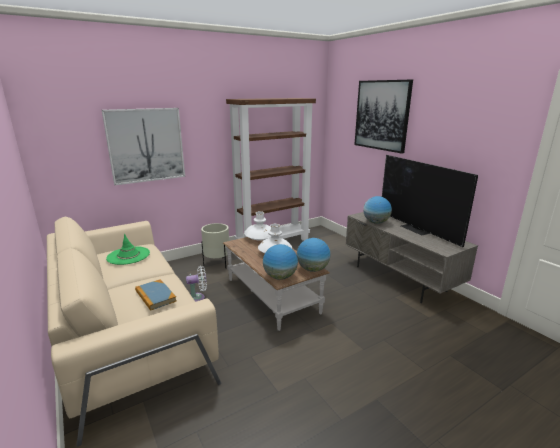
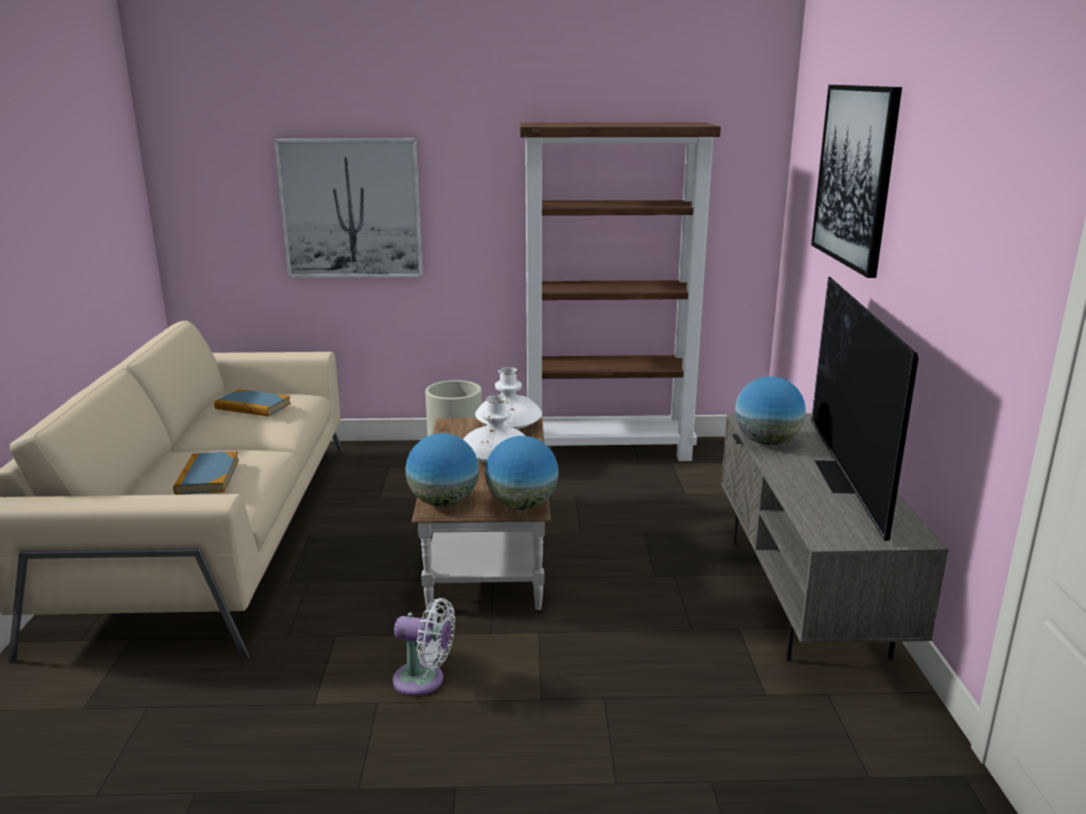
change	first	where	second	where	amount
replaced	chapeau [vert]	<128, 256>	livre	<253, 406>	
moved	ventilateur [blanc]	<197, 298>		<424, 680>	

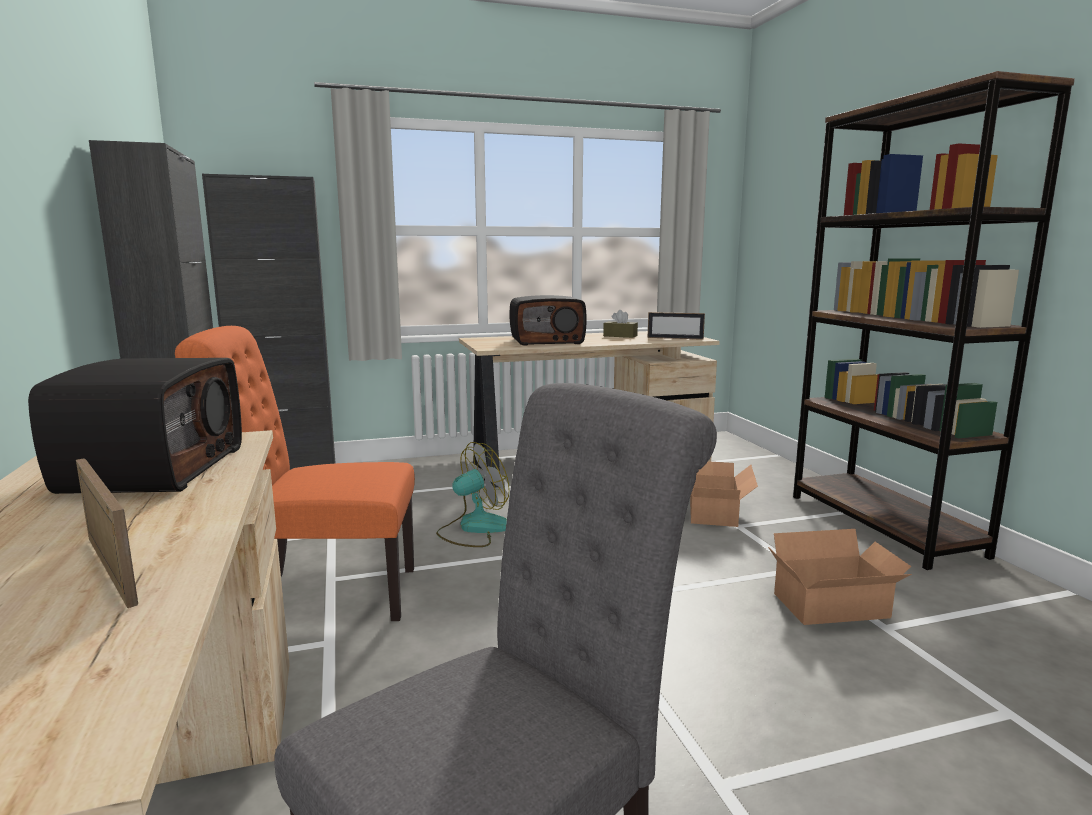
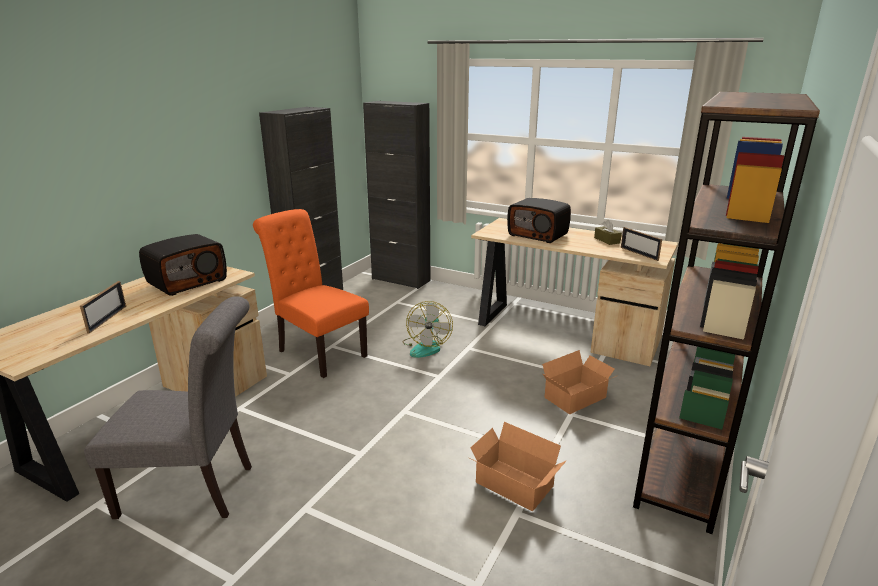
change	first	where	second	where	amount
turned	ventilateur	<474, 529>		<426, 347>	90 degrees clockwise

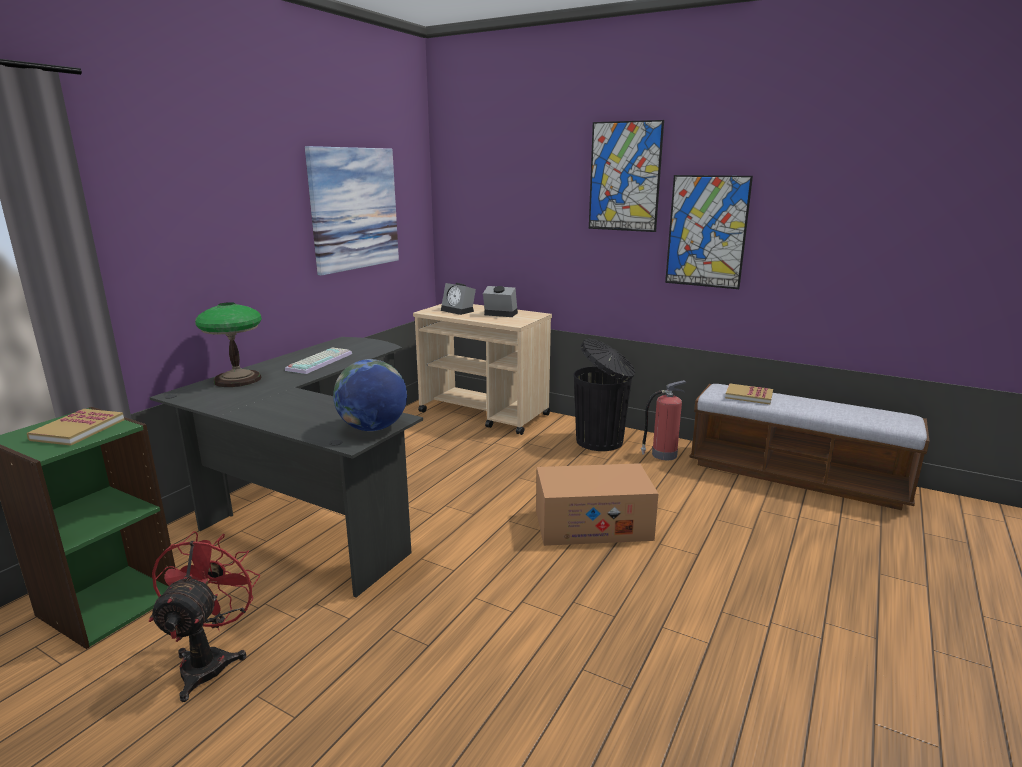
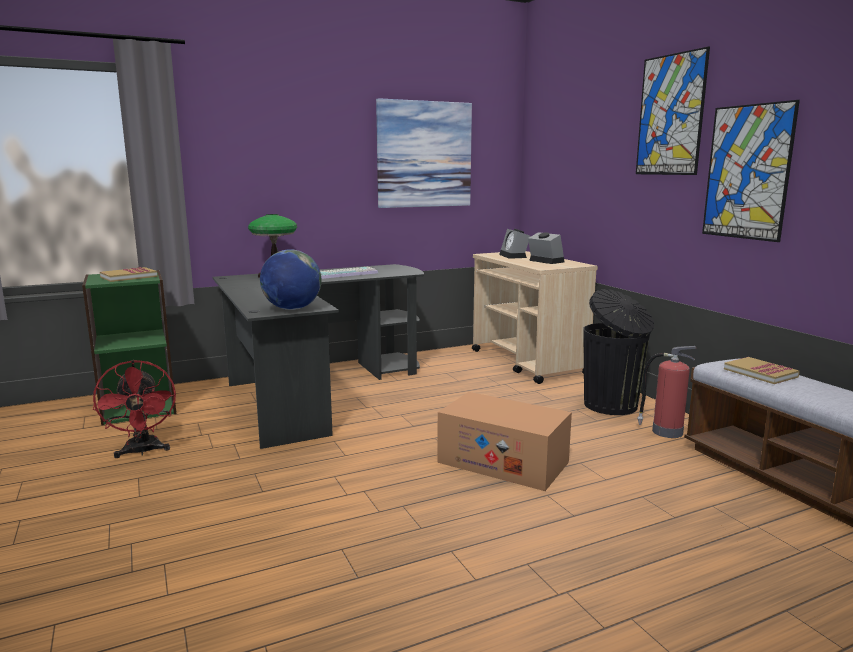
change	first	where	second	where	amount
turned	ventilateur [rouge]	<210, 660>		<142, 451>	120 degrees clockwise

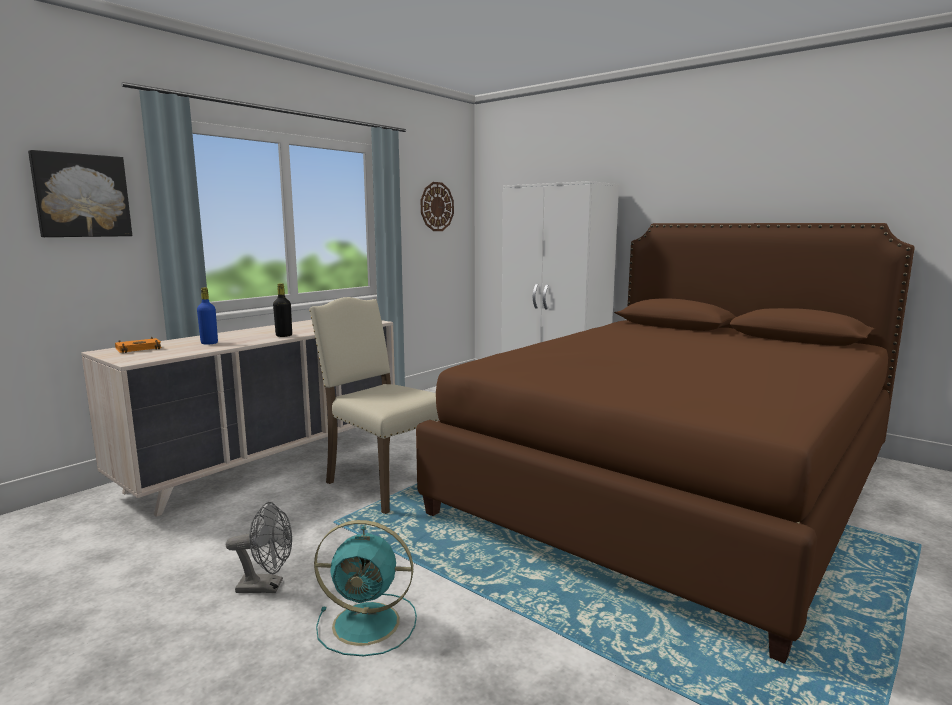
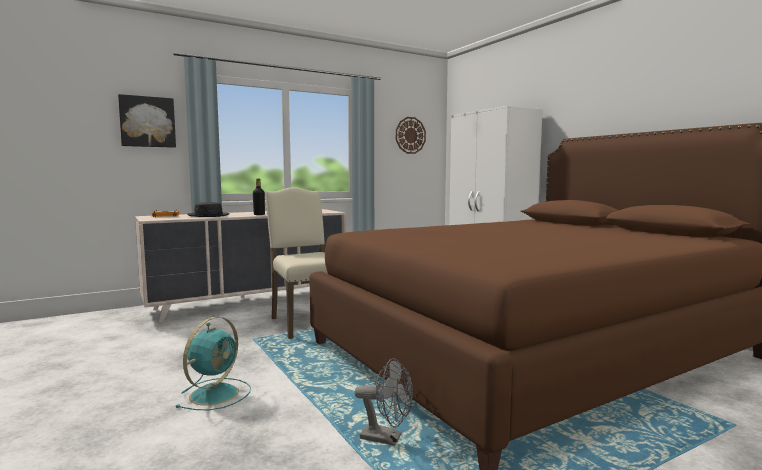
change	first	where	second	where	amount
replaced	bouteille [bleu]	<209, 343>	chapeau [noir]	<208, 215>	
moved	ventilateur [gris]	<267, 586>		<387, 439>	
turned	ventilateur [turquoise]	<369, 623>		<216, 393>	90 degrees counterclockwise

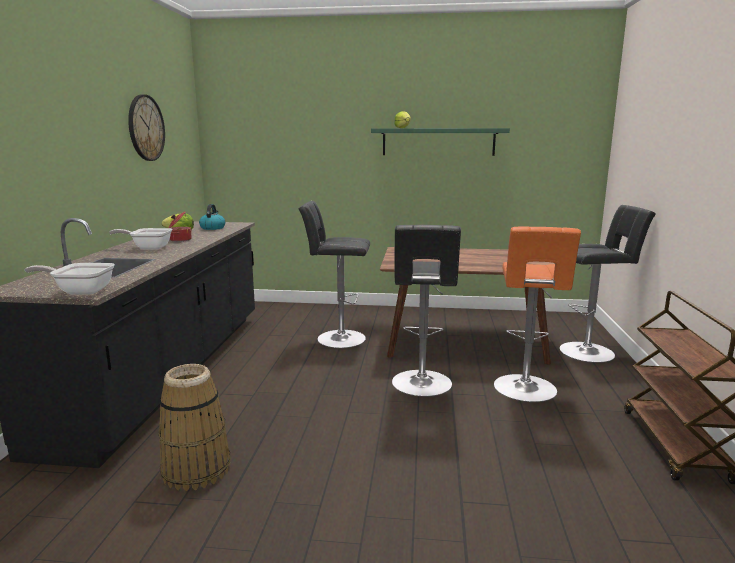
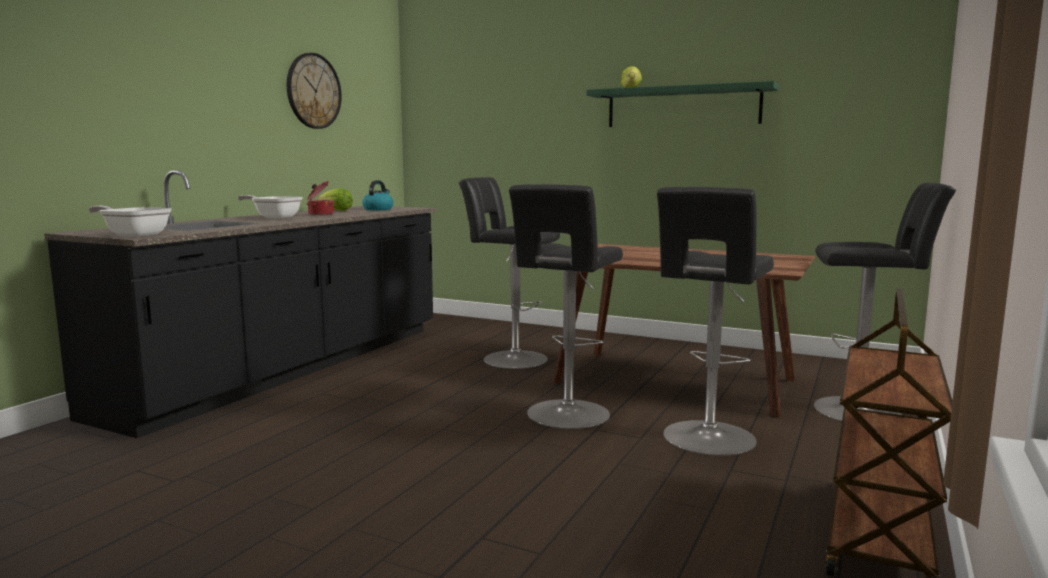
change	first	where	second	where	amount
removed	panier	<196, 469>			
recoloured	tabouret [orange]	<525, 390>	tabouret [noir]	<707, 439>	

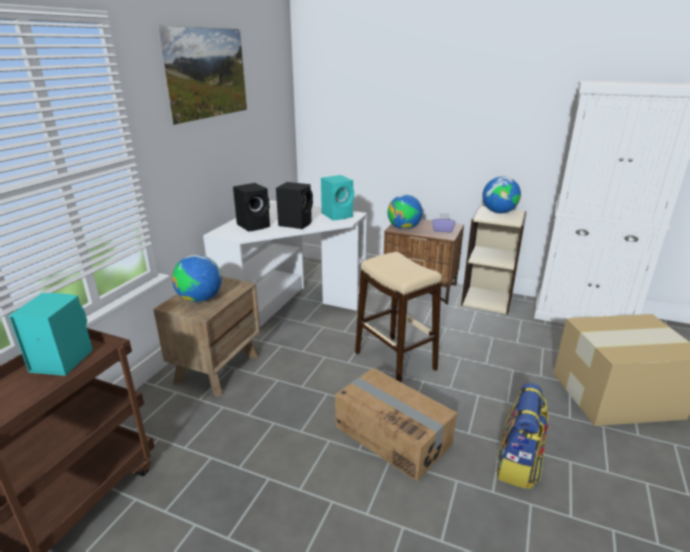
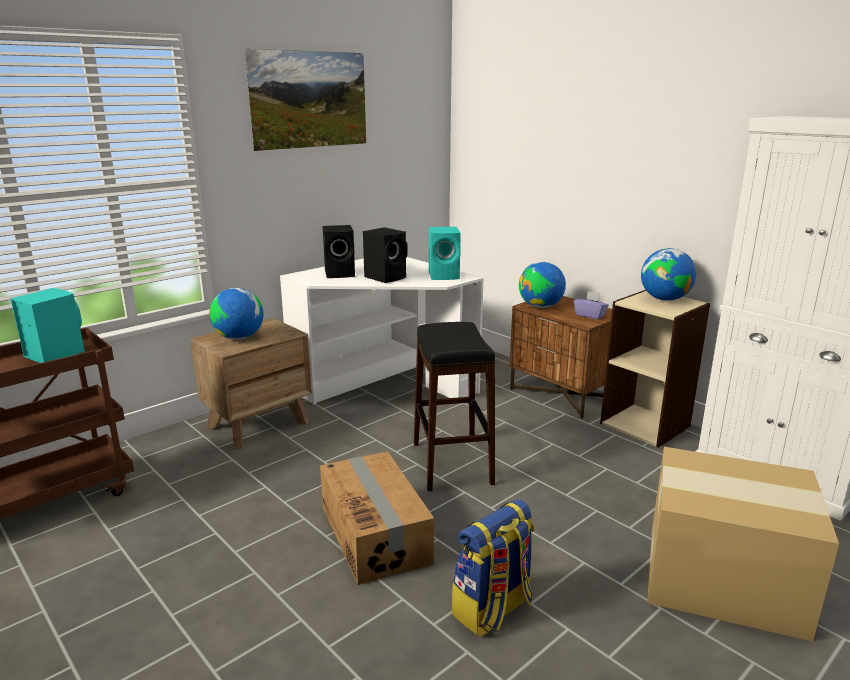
change	first	where	second	where	amount
recoloured	tabouret [beige]	<395, 361>	tabouret [noir]	<452, 463>	

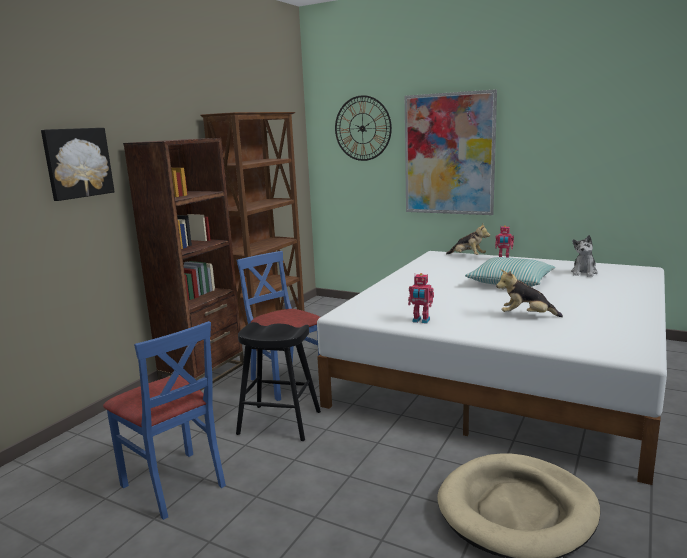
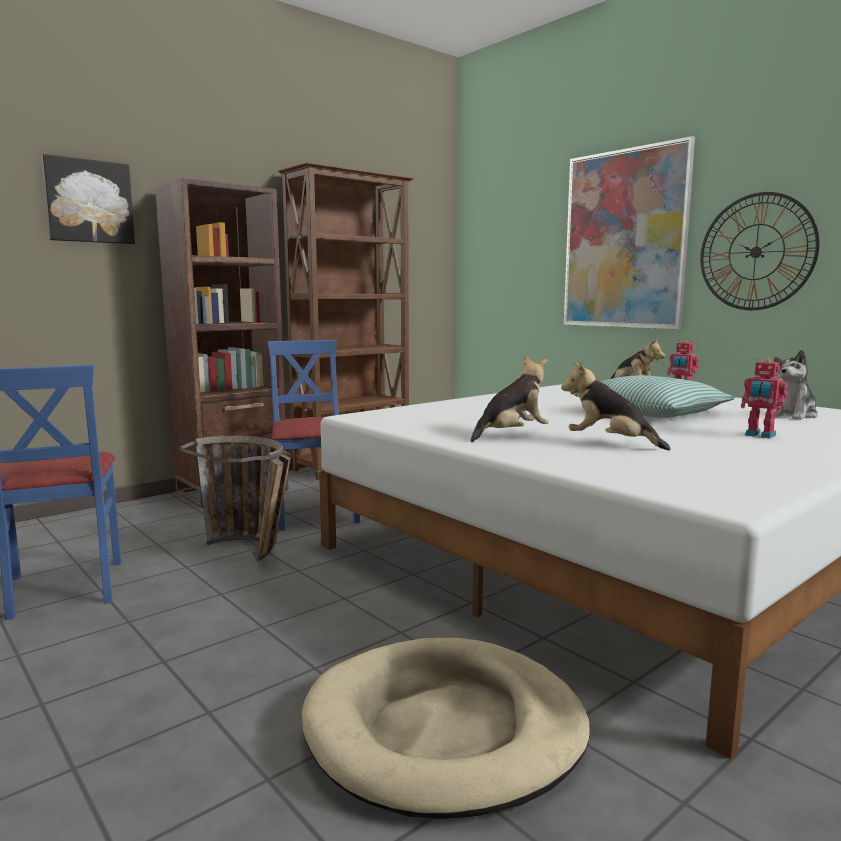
change	first	where	second	where	amount
replaced	tabouret [noir]	<280, 423>	panier	<253, 553>	
moved	horloge murale	<362, 128>		<756, 252>	
moved	robot jouet	<420, 321>		<759, 435>	
added			peluche	<512, 435>	

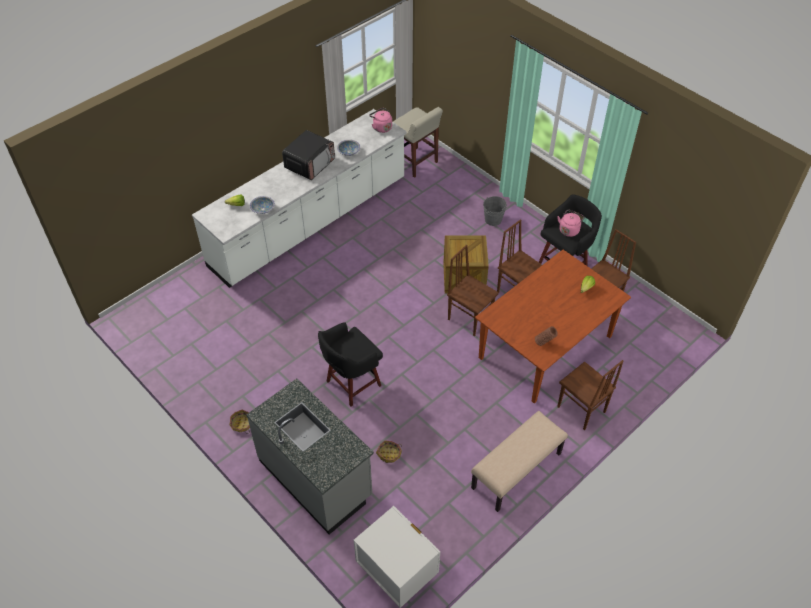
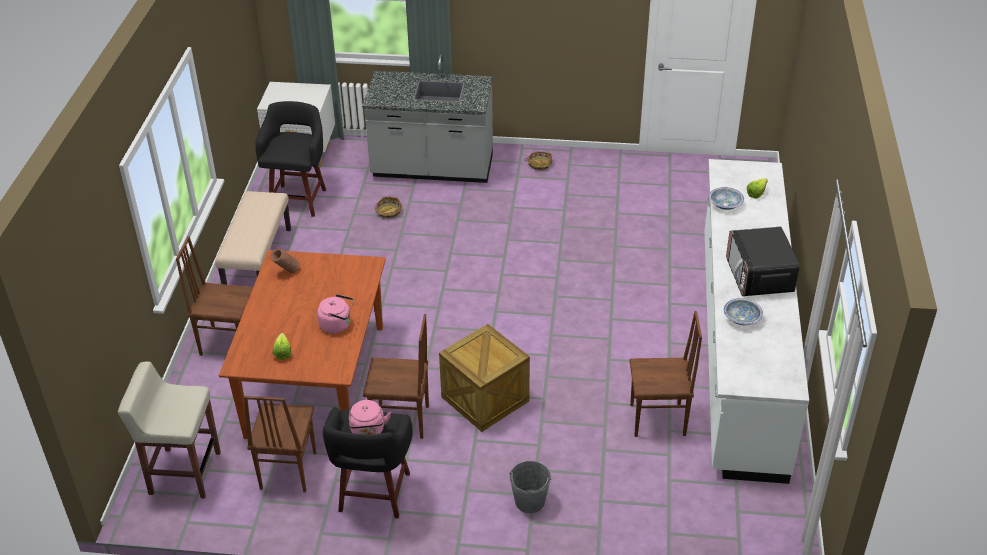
change	first	where	second	where	amount
moved	tabouret [noir]	<352, 384>		<298, 199>	
moved	bouilloire [rose]	<381, 127>		<337, 325>	
moved	tabouret [beige]	<415, 163>		<184, 473>	
moved	chaise [marron]	<470, 318>		<658, 420>	

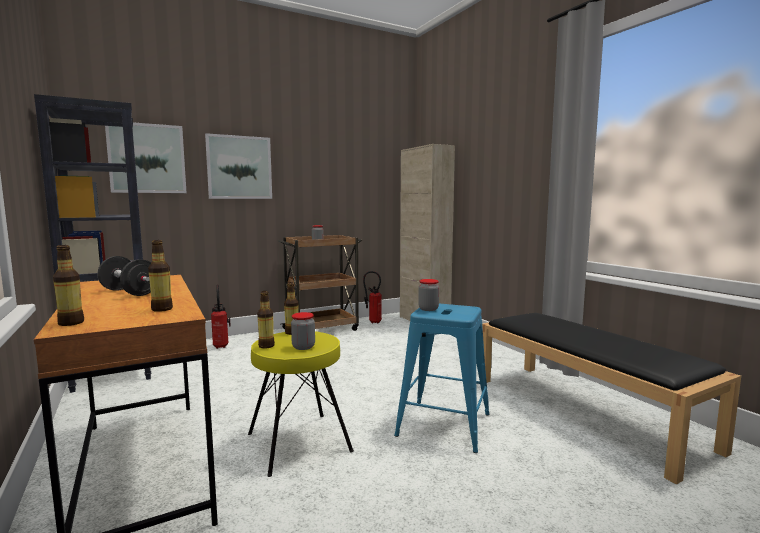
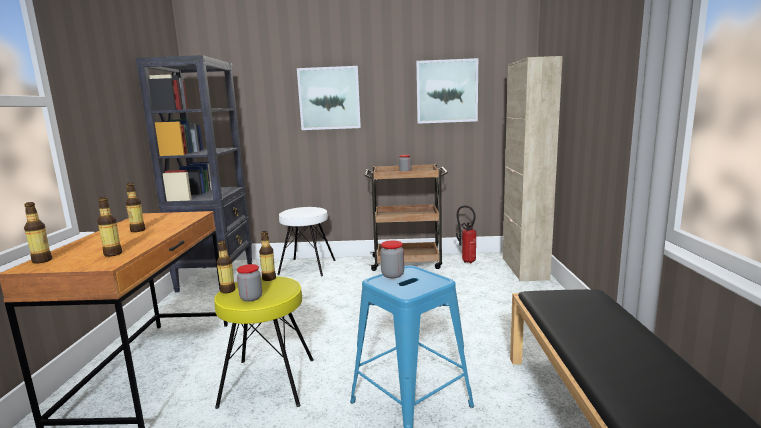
change	first	where	second	where	amount
replaced	haltère [noir]	<129, 292>	bouteille	<138, 230>	
moved	tableau	<147, 158>		<446, 91>	
replaced	extincteur	<221, 346>	tabouret [blanc]	<307, 267>	

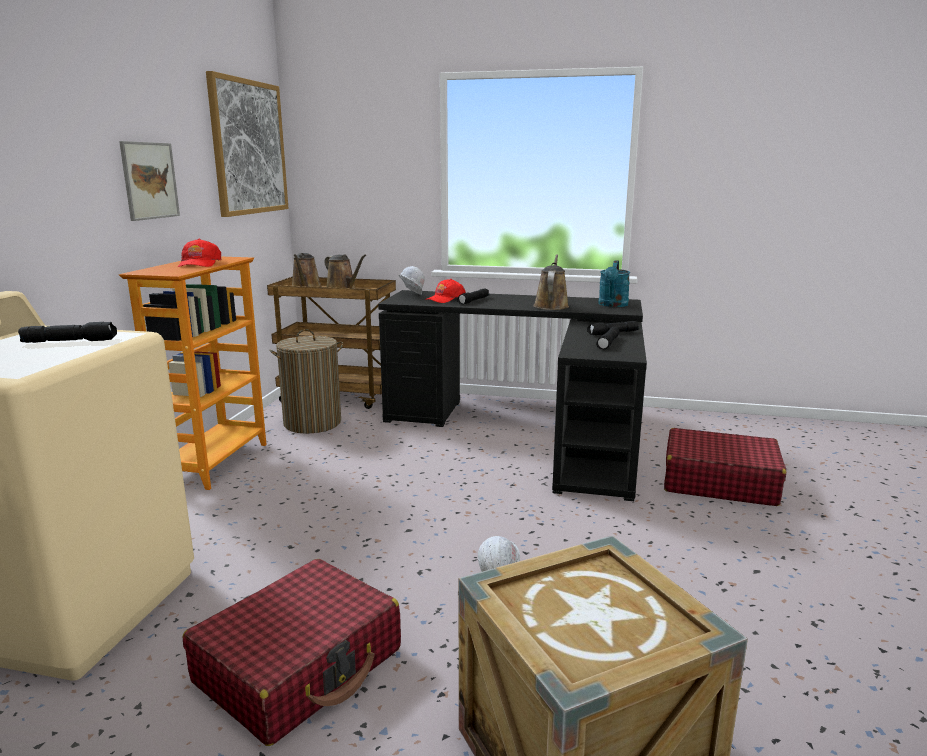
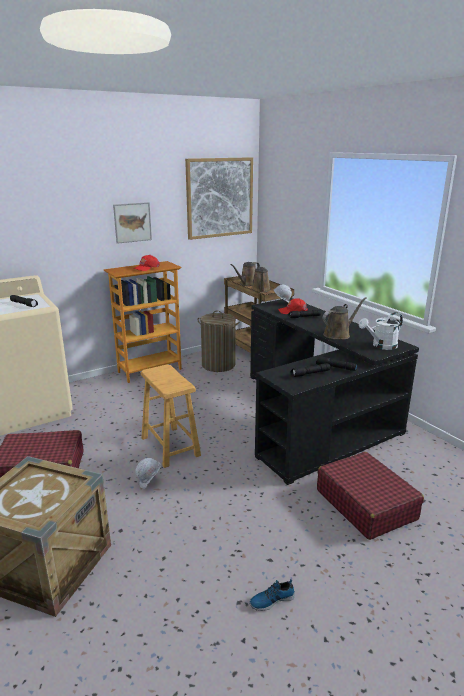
change	first	where	second	where	amount
recoloured	arrosoir [turquoise]	<613, 305>	arrosoir [blanc]	<381, 346>	
added			tabouret [marron]	<170, 447>	
added			chaussure	<271, 599>	

